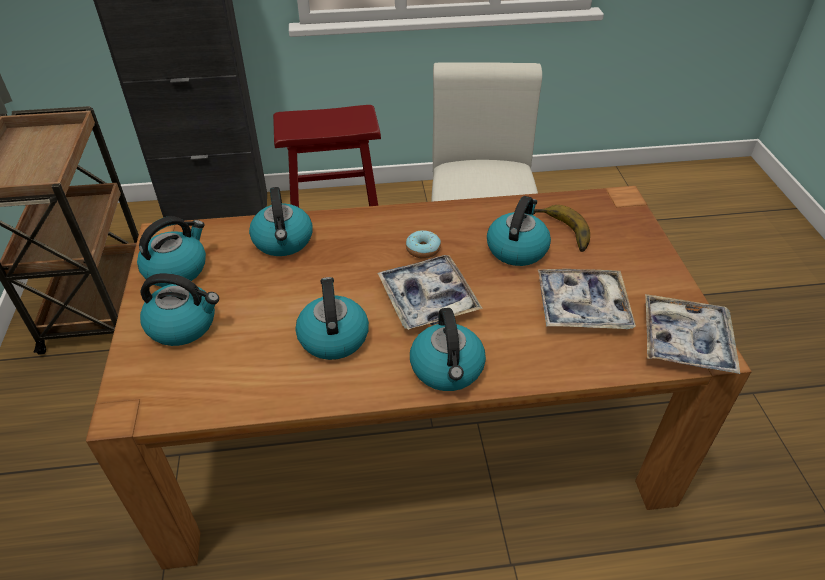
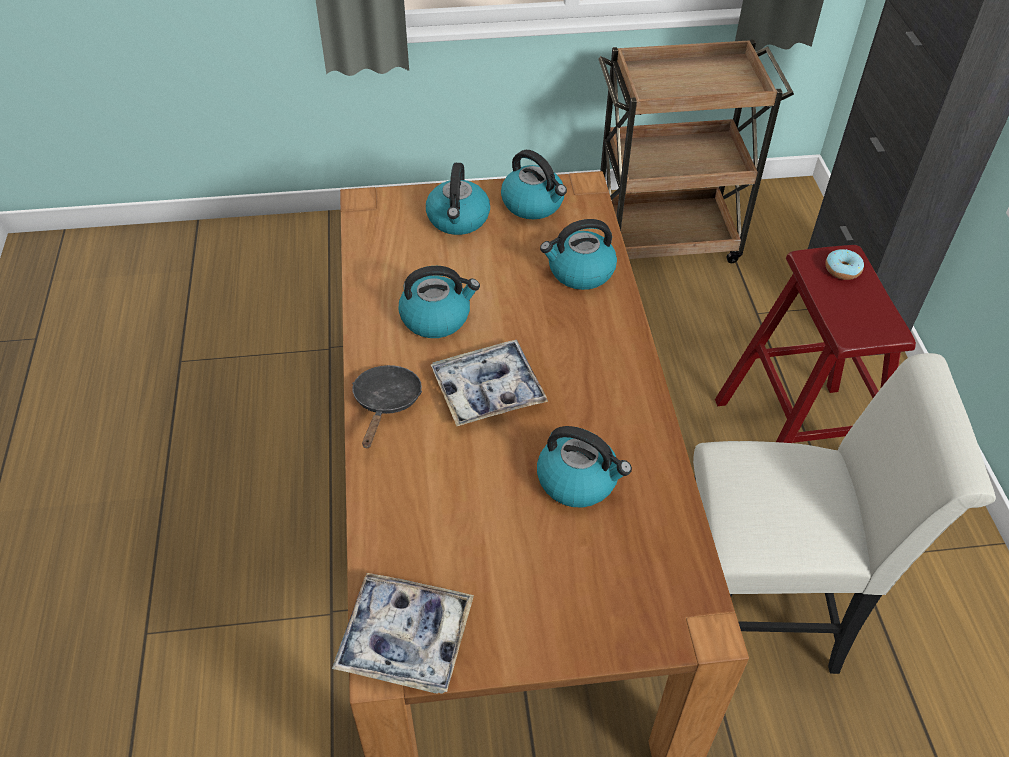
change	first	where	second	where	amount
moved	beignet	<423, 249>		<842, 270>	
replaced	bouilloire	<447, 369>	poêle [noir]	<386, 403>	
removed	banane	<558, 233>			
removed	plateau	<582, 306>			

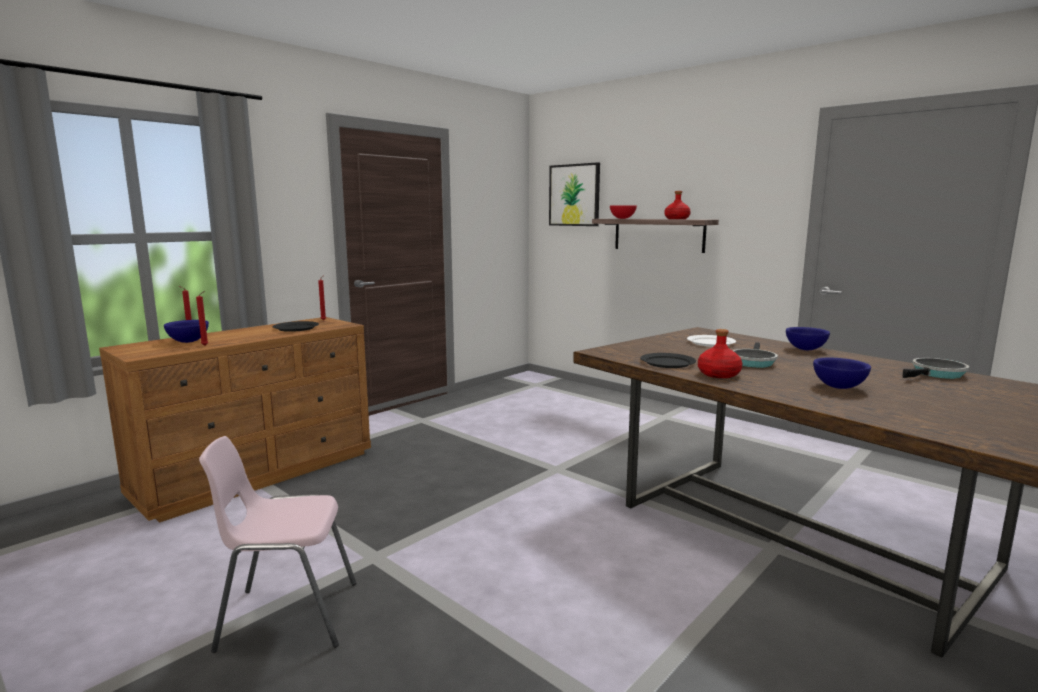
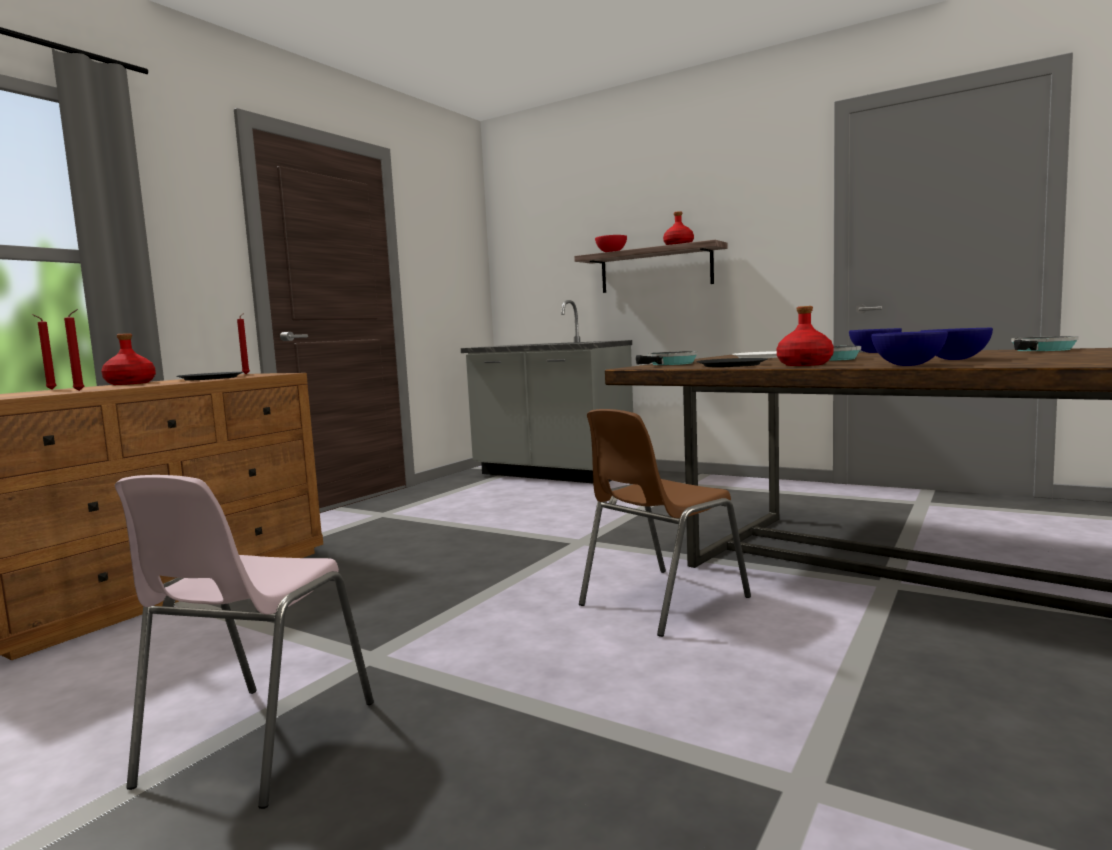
change	first	where	second	where	amount
moved	bol [bleu]	<189, 341>		<909, 365>	
turned	chaise [rose]	<287, 616>		<256, 743>	60 degrees counterclockwise
removed	tableau	<574, 195>			
added			bouteille [rouge]	<130, 383>	
added			comptoir de cuisine [gris]	<552, 474>	
added			chaise [marron]	<660, 601>	
added			poêle	<670, 364>	

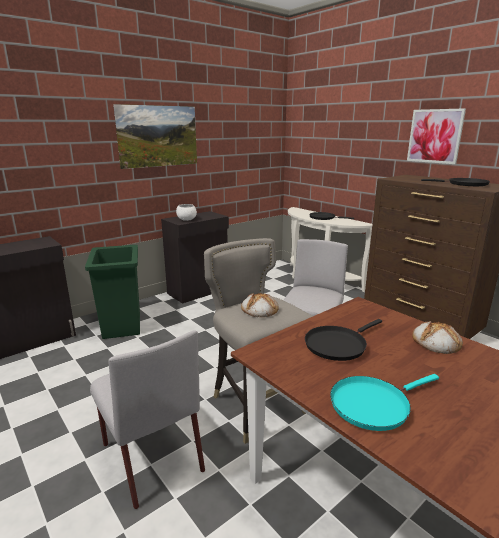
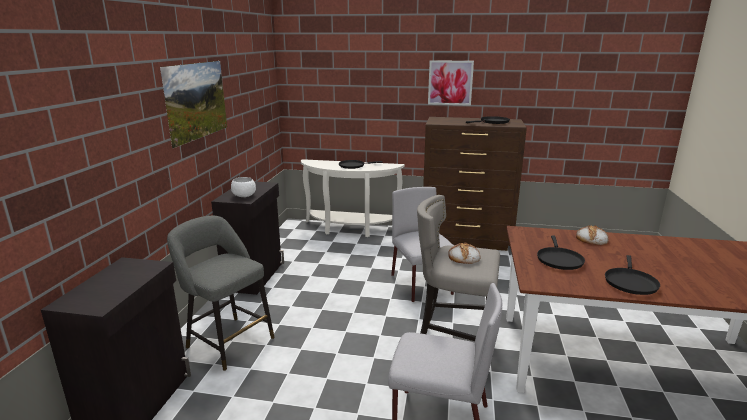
change	first	where	second	where	amount
replaced	poubelle [vert]	<122, 325>	tabouret [gris]	<227, 341>	
recoloured	poêle [turquoise]	<373, 404>	poêle [noir]	<630, 282>	

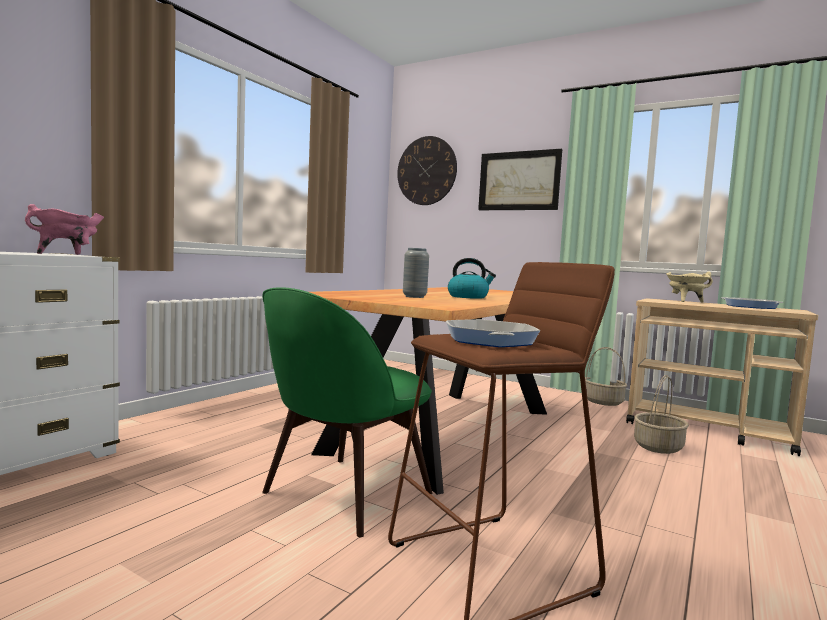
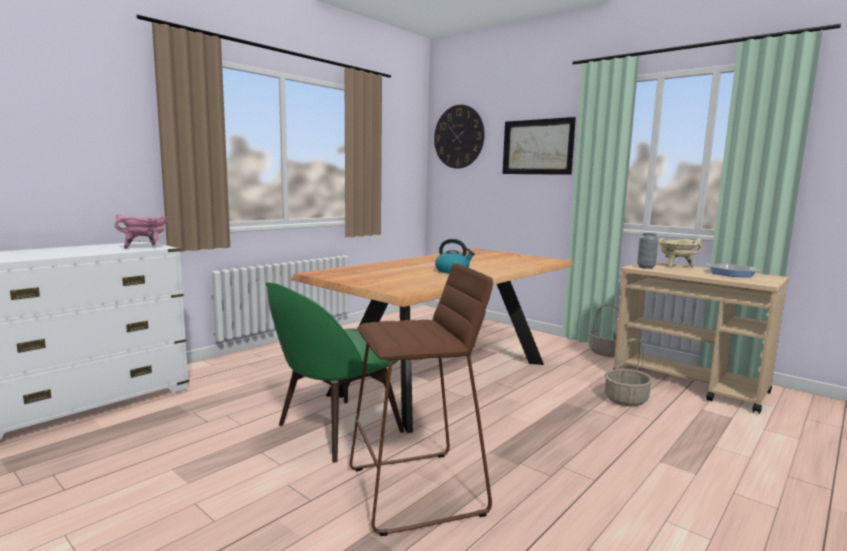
change	first	where	second	where	amount
moved	vase [gris]	<414, 297>		<646, 267>	
removed	poêle	<490, 340>			

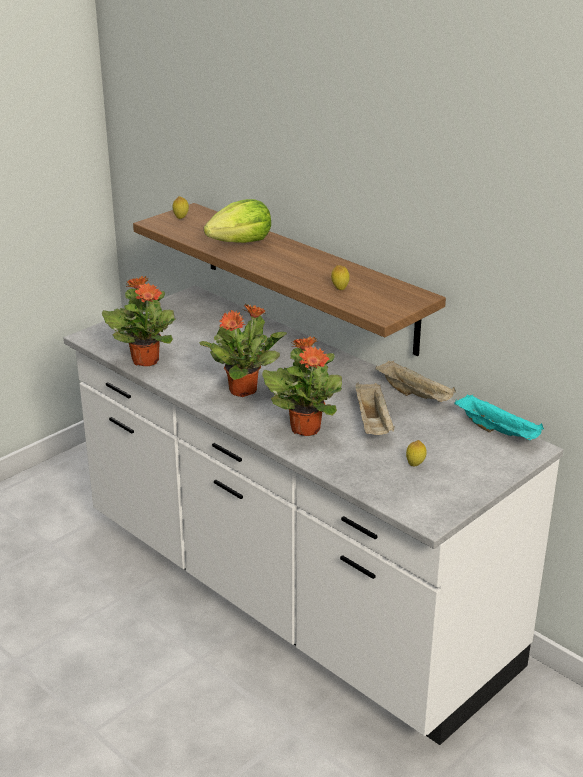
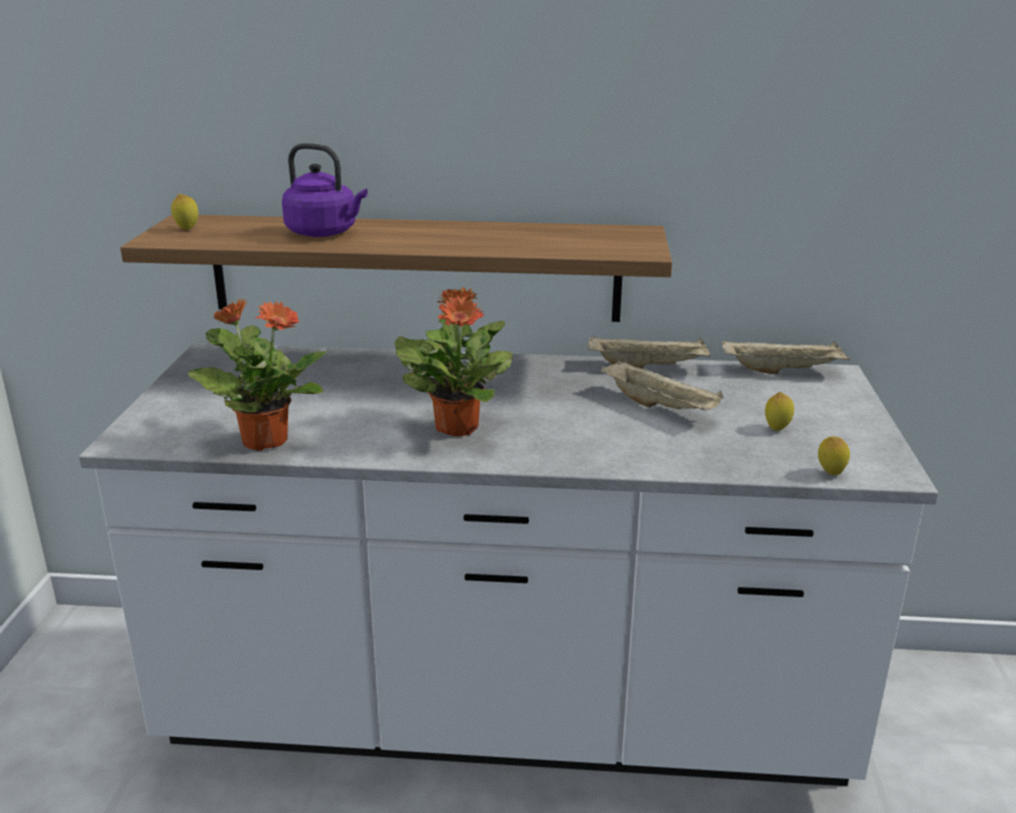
change	first	where	second	where	amount
replaced	laitue	<241, 242>	bouilloire [violet]	<325, 233>	
removed	plante en pot	<305, 428>			
moved	citron	<340, 289>		<830, 473>	
recoloured	plateau [turquoise]	<498, 432>	plateau [beige]	<783, 371>	

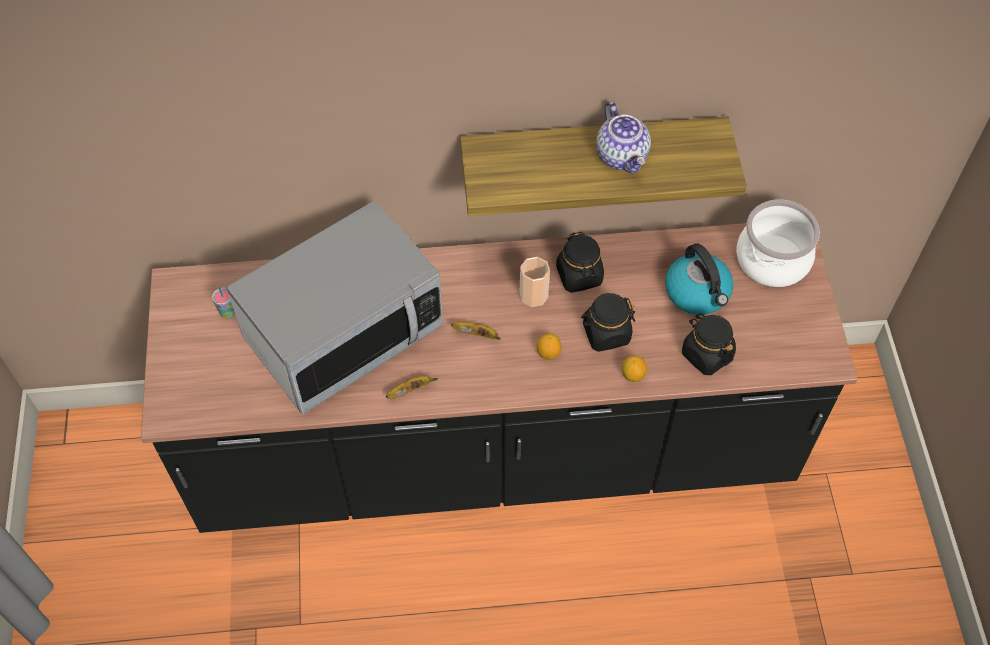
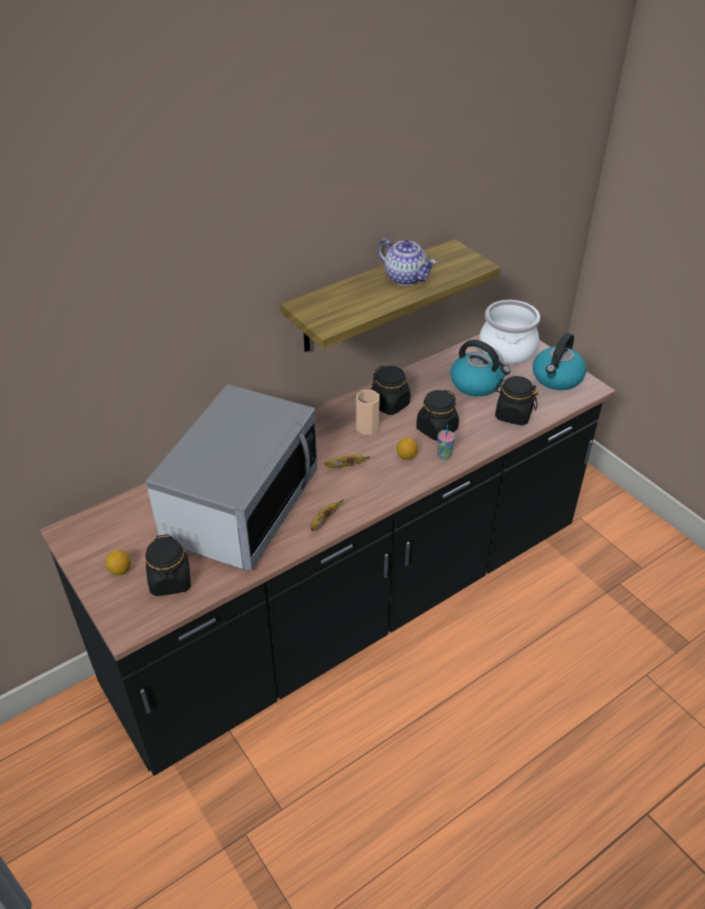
change	first	where	second	where	amount
moved	tasse	<228, 313>		<444, 456>	
moved	citron	<633, 375>		<120, 570>	
added			bocal [noir]	<170, 581>	
added			bouilloire	<557, 378>	

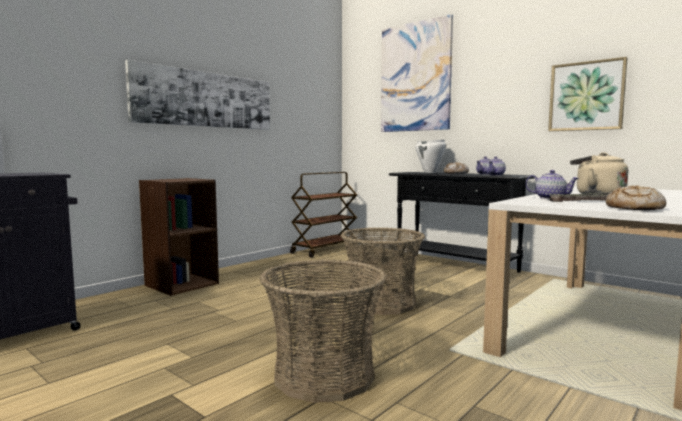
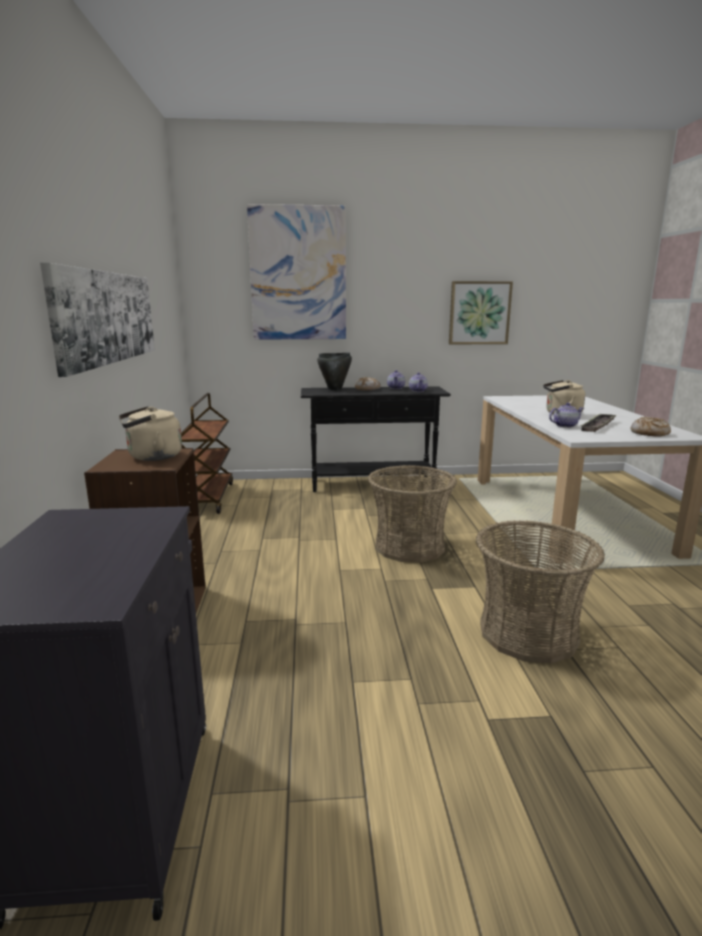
change	first	where	second	where	amount
recoloured	marmite [blanc]	<430, 172>	marmite [noir]	<335, 389>	
added			bouilloire [beige]	<152, 457>	

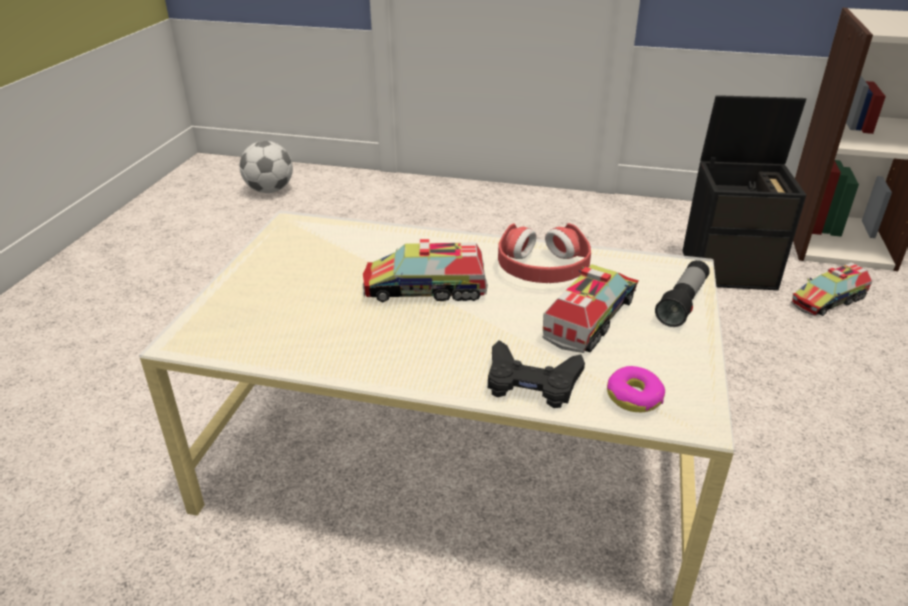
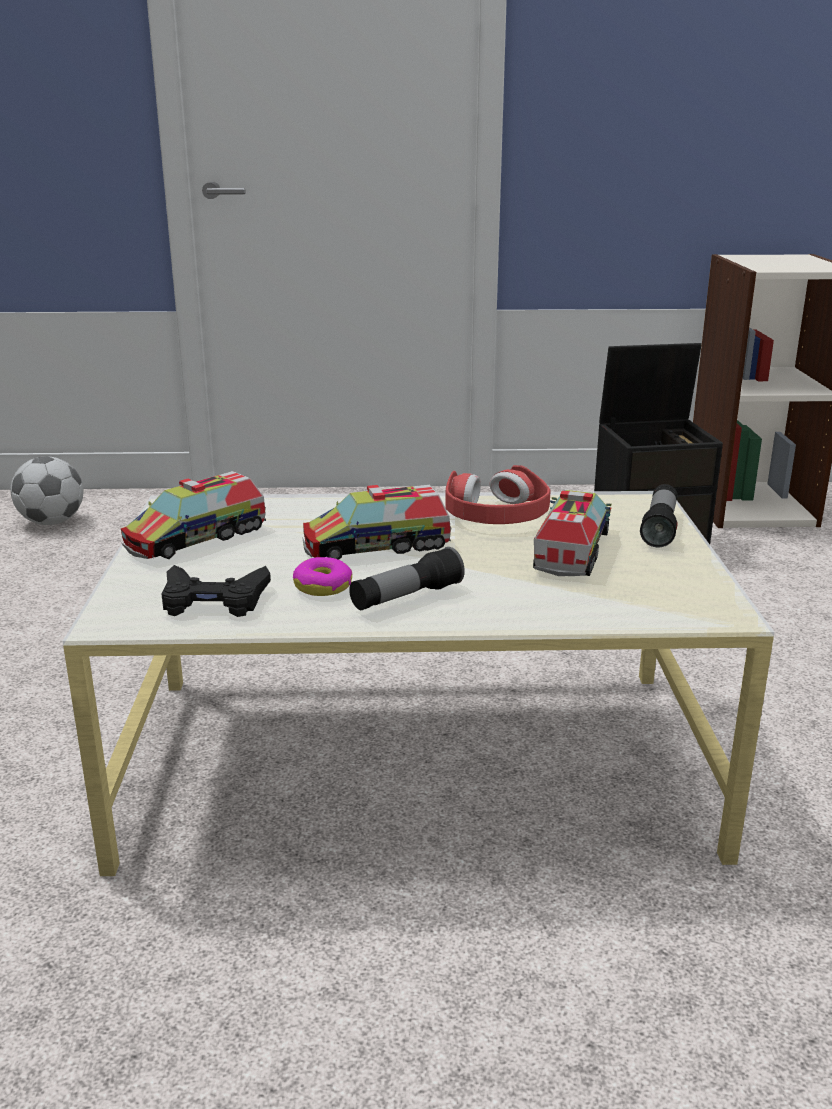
change	first	where	second	where	amount
moved	manette [noir]	<531, 382>		<213, 600>	
moved	beignet	<634, 397>		<323, 586>	
moved	camion jouet	<828, 301>		<196, 538>	
added			lampe de poche	<406, 597>	

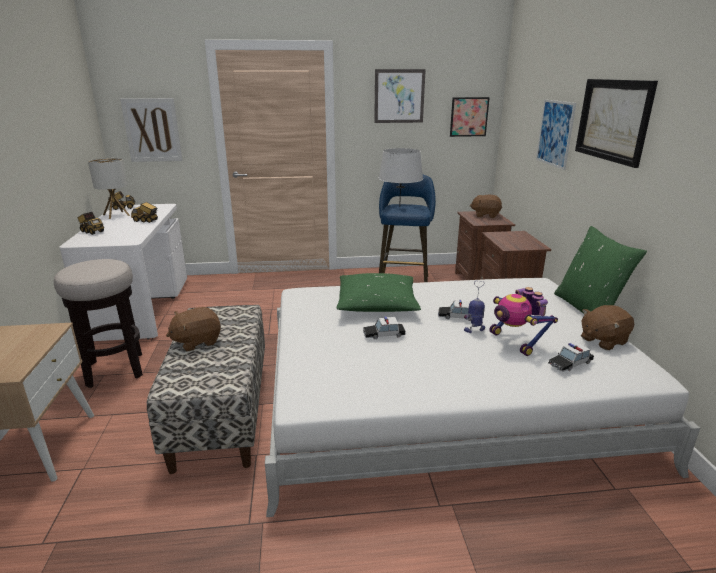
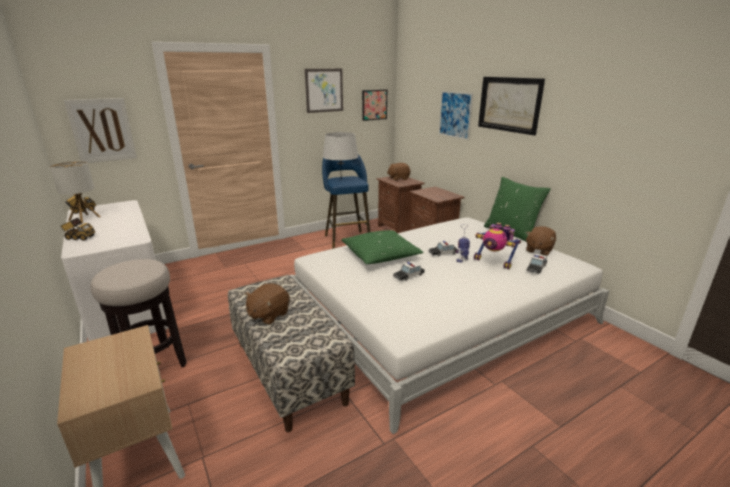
change	first	where	second	where	amount
removed	camion jouet	<146, 221>			

